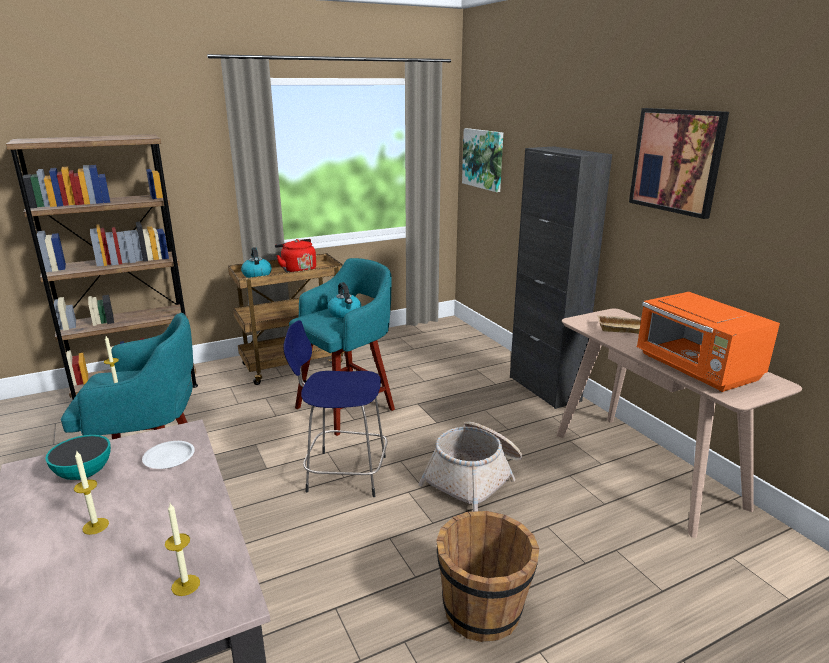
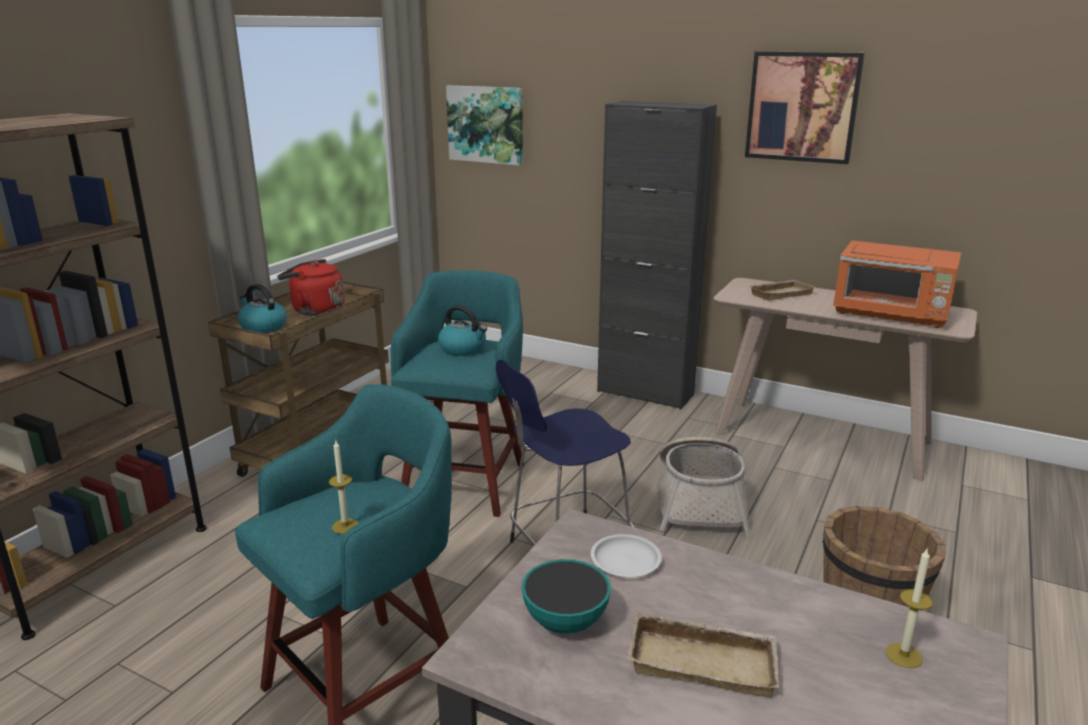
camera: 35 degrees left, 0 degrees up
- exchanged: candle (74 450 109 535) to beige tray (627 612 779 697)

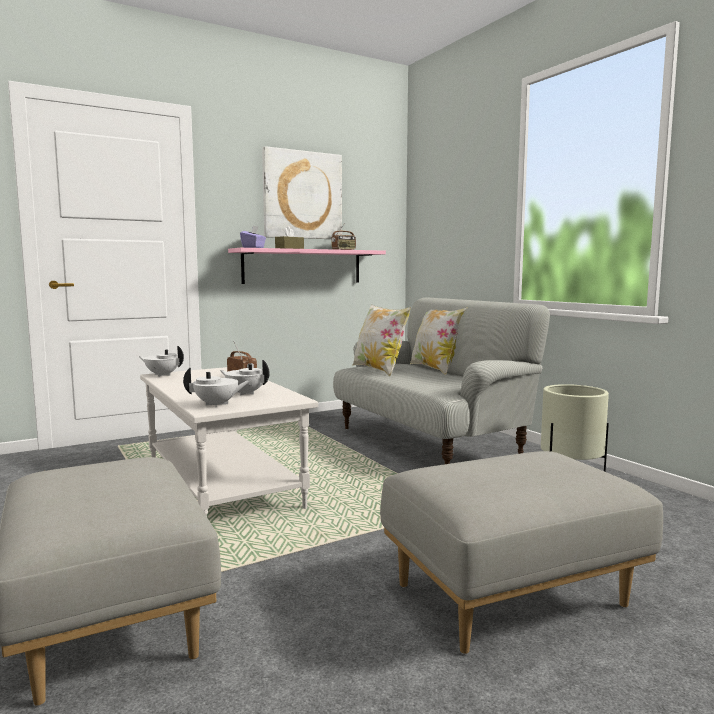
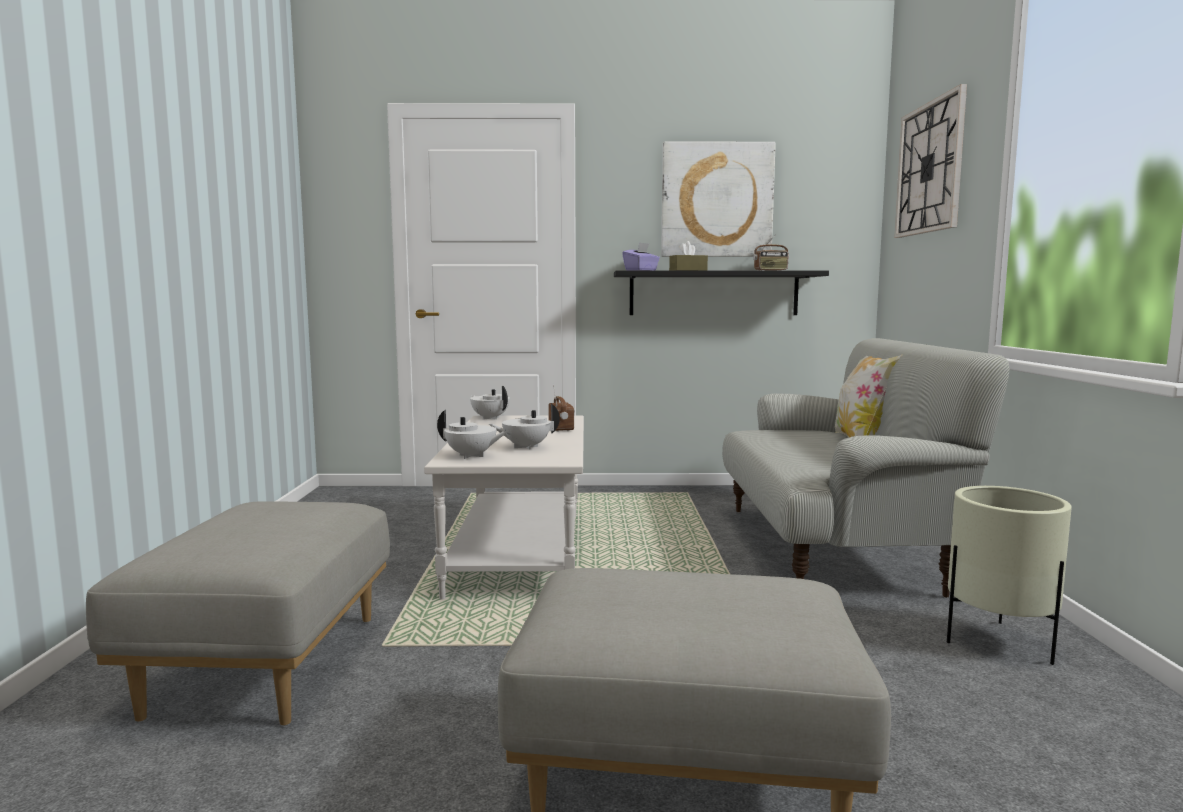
camera: 30 degrees right, 0 degrees up
- spun: white teapot (220 360 269 395) = (489 404 560 450) 75 degrees counterclockwise
- colour: pink shelf (228 248 386 284) to black shelf (614 270 829 315)
- appeared: wall clock (894 84 967 238)
- missing: pillow (352 304 411 376)

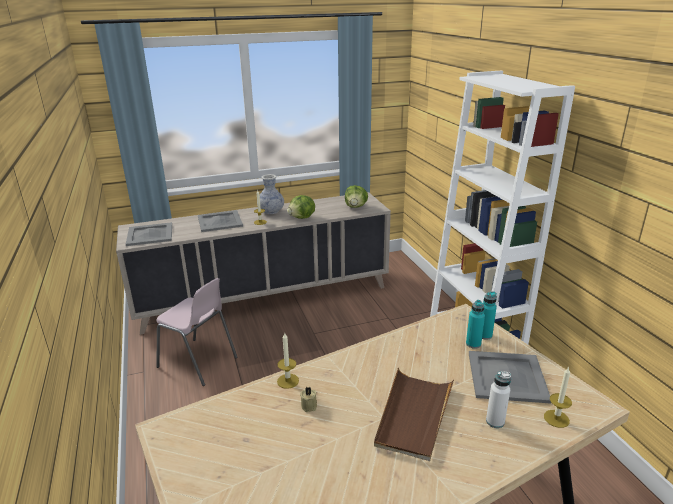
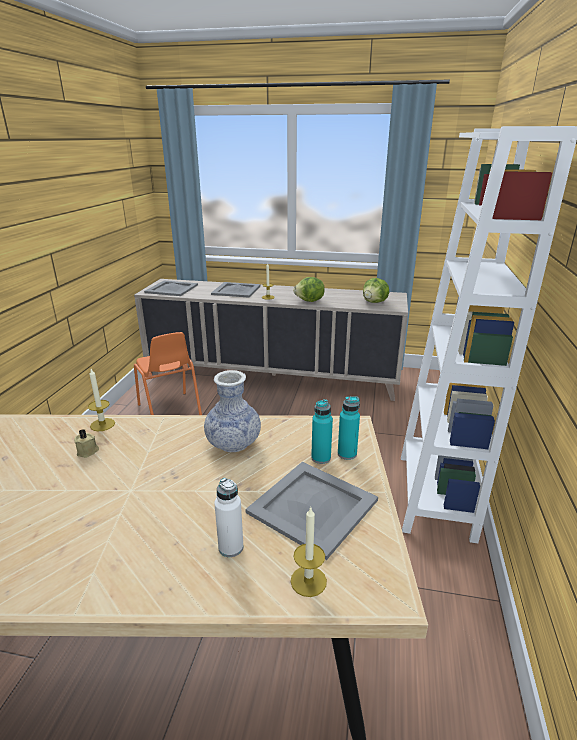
camera: 30 degrees right, 0 degrees up
- colour: pink chair (156 278 238 386) to orange chair (134 332 202 415)
- relocated: vase (257 174 284 214) to (204 370 261 452)
- missing: brown tray (374 368 454 461)

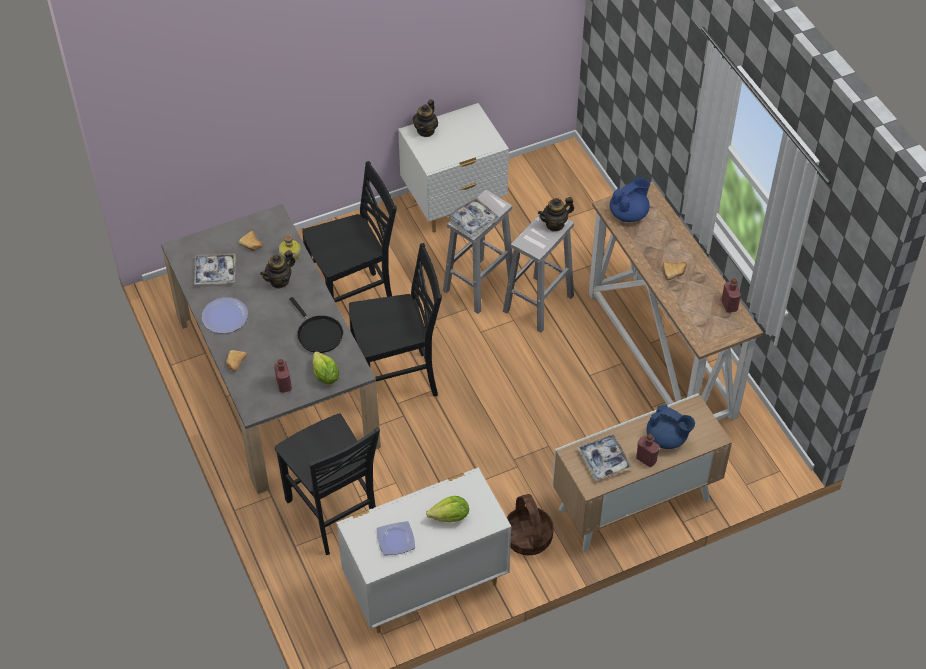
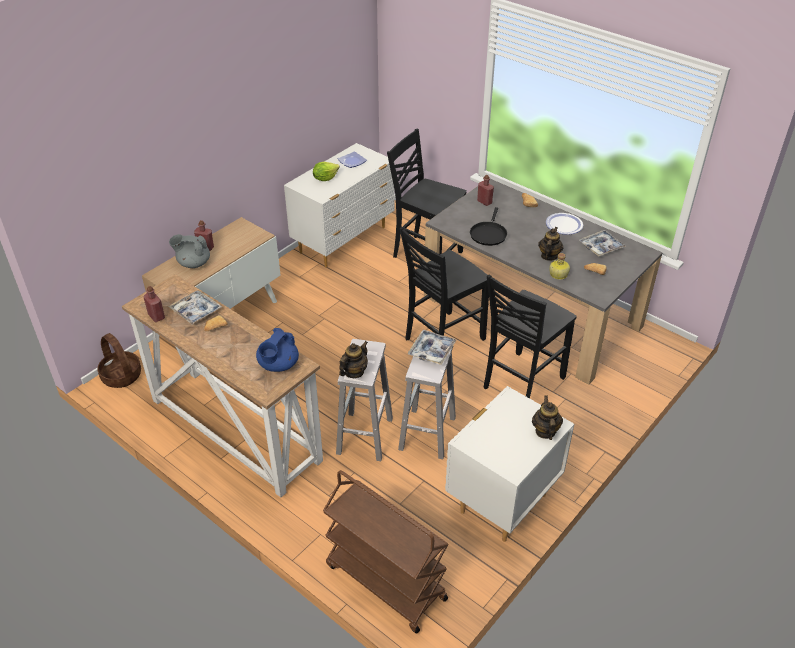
camera: 155 degrees right, 10 degrees down
- relocated: basket (507 494 554 555) to (97 333 141 388)
- relocated: tray (577 434 632 481) to (168 290 222 324)
- colour: blue teapot (647 405 695 449) to grey teapot (169 234 210 268)
- appeared: brown cart (323 470 448 634)
- spun: black frying pan (289 297 343 353) = (470 207 507 246) 105 degrees counterclockwise
- missing: lettuce (313 351 339 385)

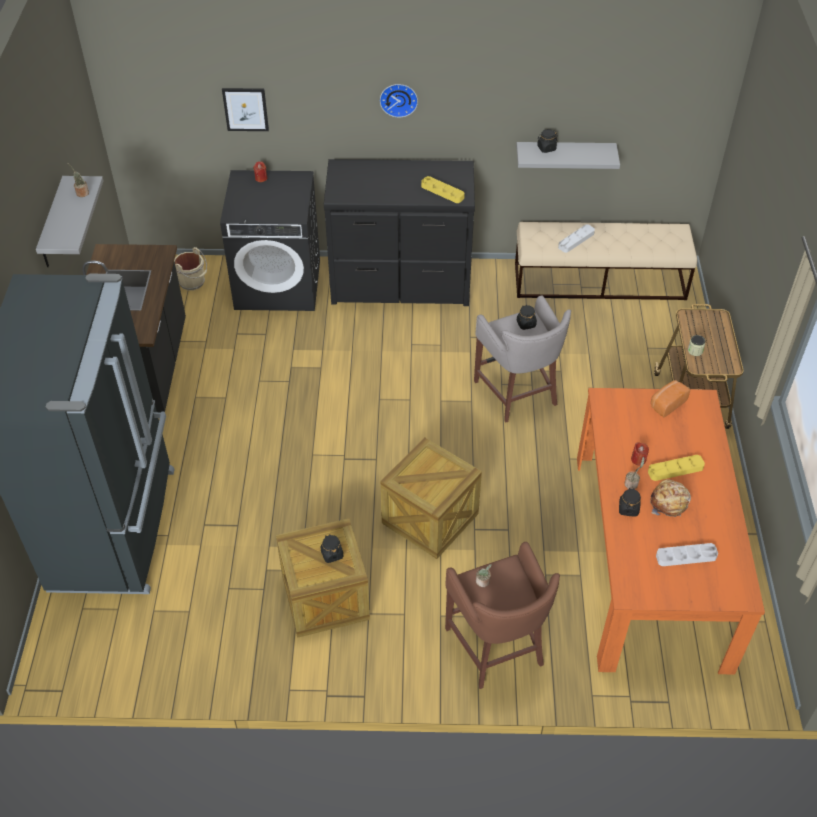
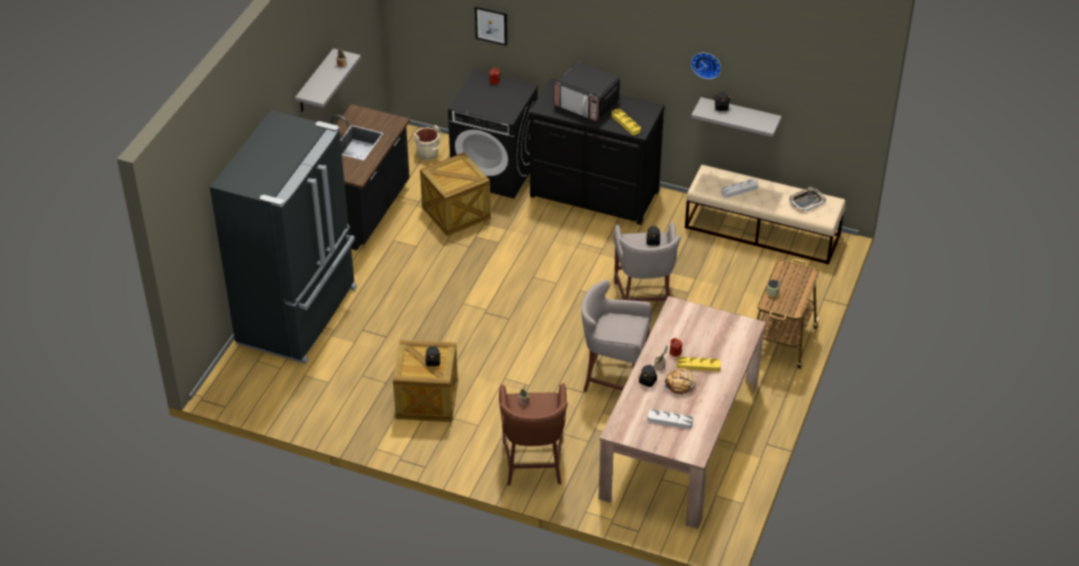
camera: 20 degrees right, 5 degrees down
- relocated: crate (381 438 482 559) to (420 152 491 236)
- appeared: microwave (554 62 620 122)
- appeared: grey stool (581 279 651 392)
- colour: orange dining table (577 388 765 675) to beige dining table (598 296 766 529)
- relocated: wall clock (380 84 418 118) to (691 53 721 79)
- appeared: tray (789 187 826 211)
- missing: bread (651 380 690 417)

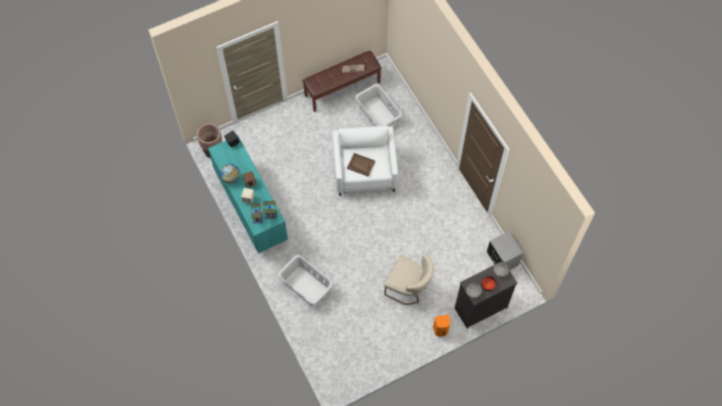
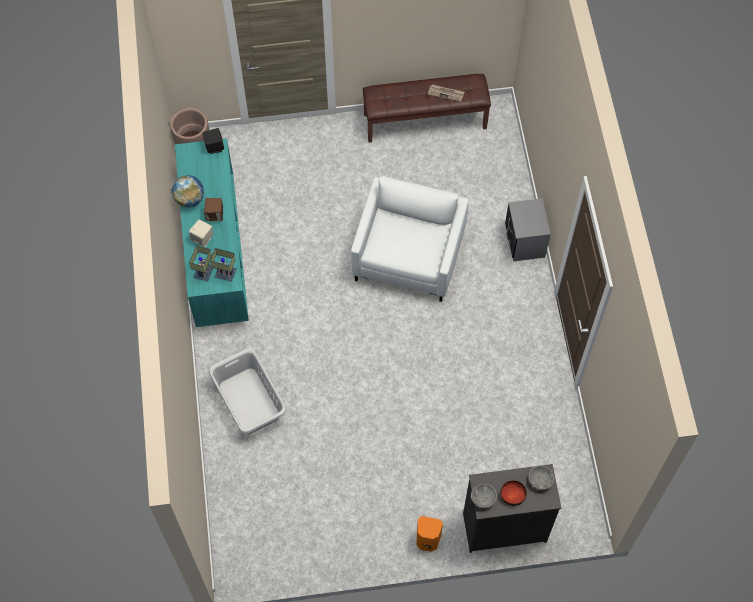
camera: 20 degrees right, 0 degrees up
- relocated: grey nightstand (487 231 523 270) to (505 198 551 261)
- missing: brown tray (347 153 375 176)
- missing: grey laundry basket (355 84 402 127)
- missing: beige chair (384 254 434 305)

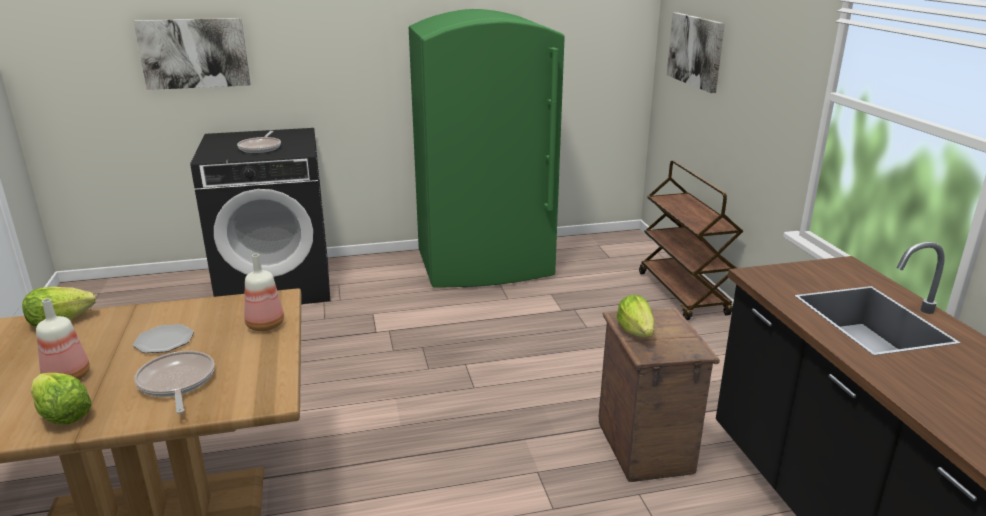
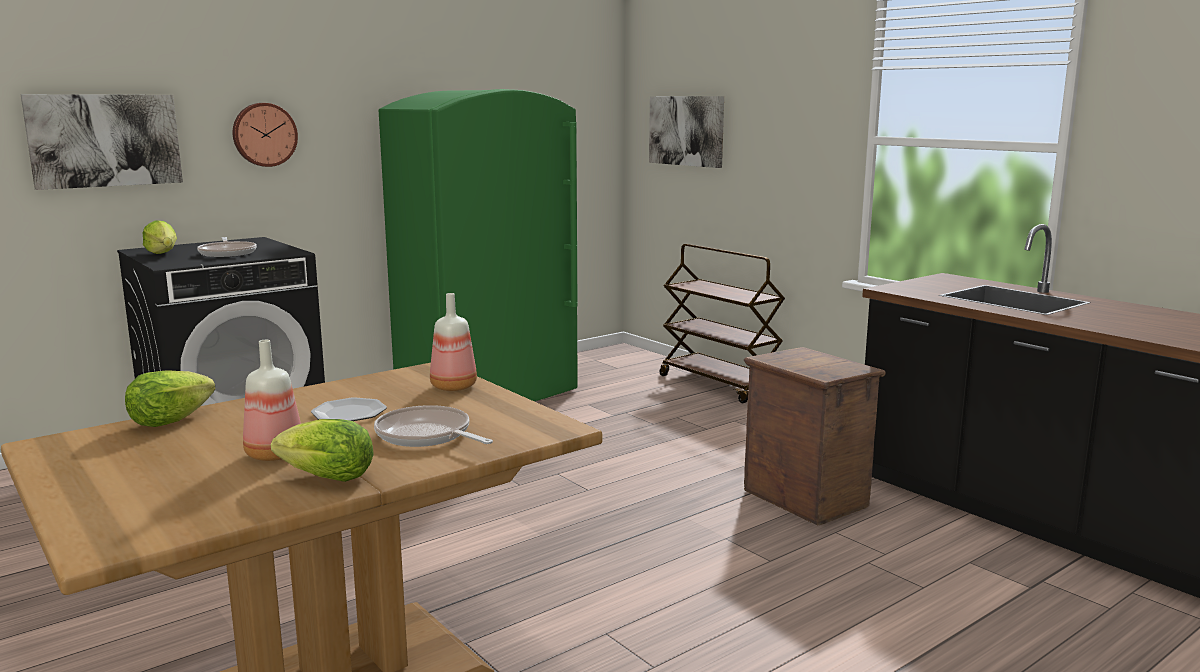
camera: 25 degrees left, 10 degrees down
- relocated: lettuce (616 295 655 337) to (143 220 177 254)
- appeared: wall clock (233 103 298 167)

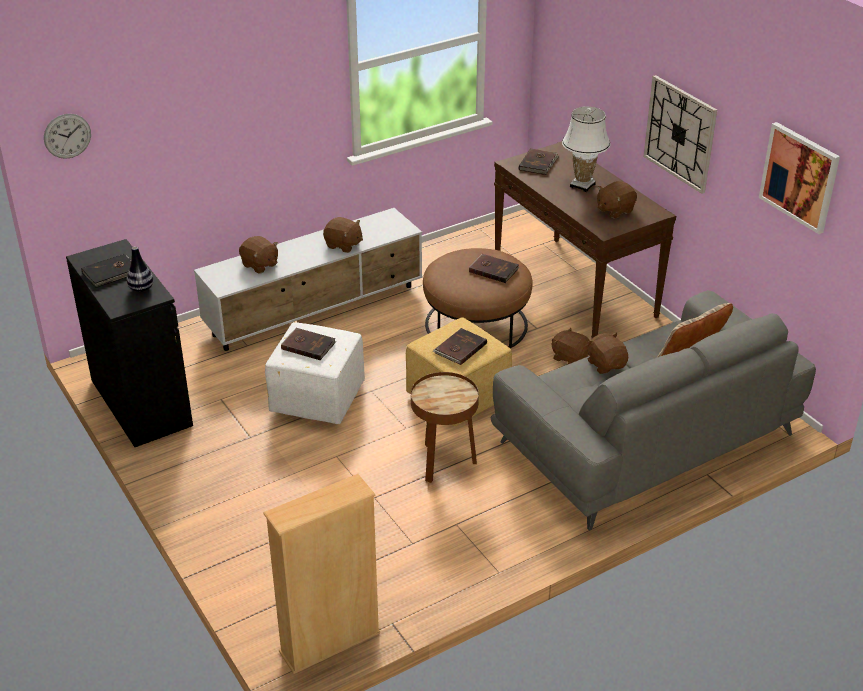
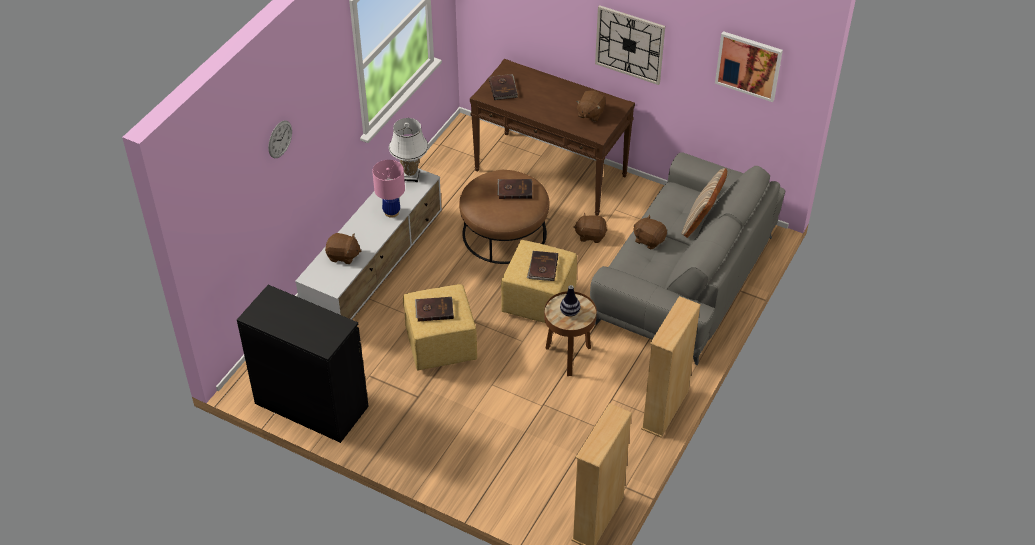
camera: 30 degrees left, 10 degrees up
- relocated: wall clock (44 114 91 159) to (268 121 292 158)
- exchanged: brown plush toy (323 217 363 253) to pink table lamp (372 160 405 218)
- relocated: white table lamp (562 107 610 192) to (389 118 429 182)
- colour: white ottoman (265 322 365 424) to yellow ottoman (403 284 477 370)
- relocated: vase (127 246 154 292) to (560 285 580 317)
- appeared: beige bookcase (641 296 701 438)
- missing: black book (81 254 131 288)

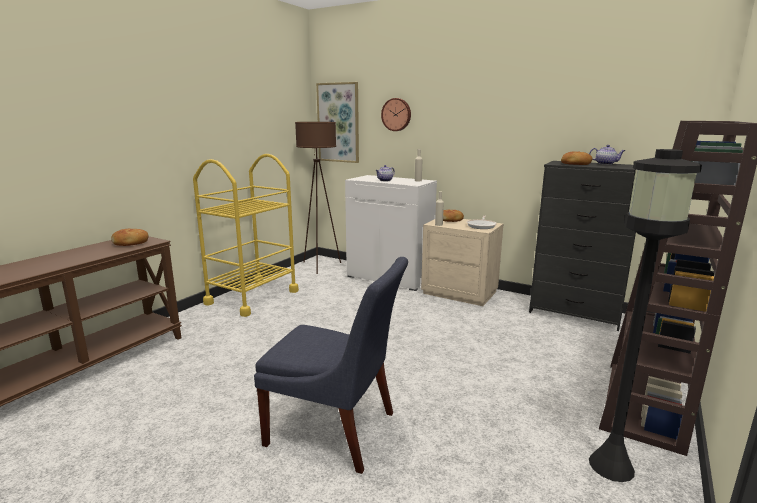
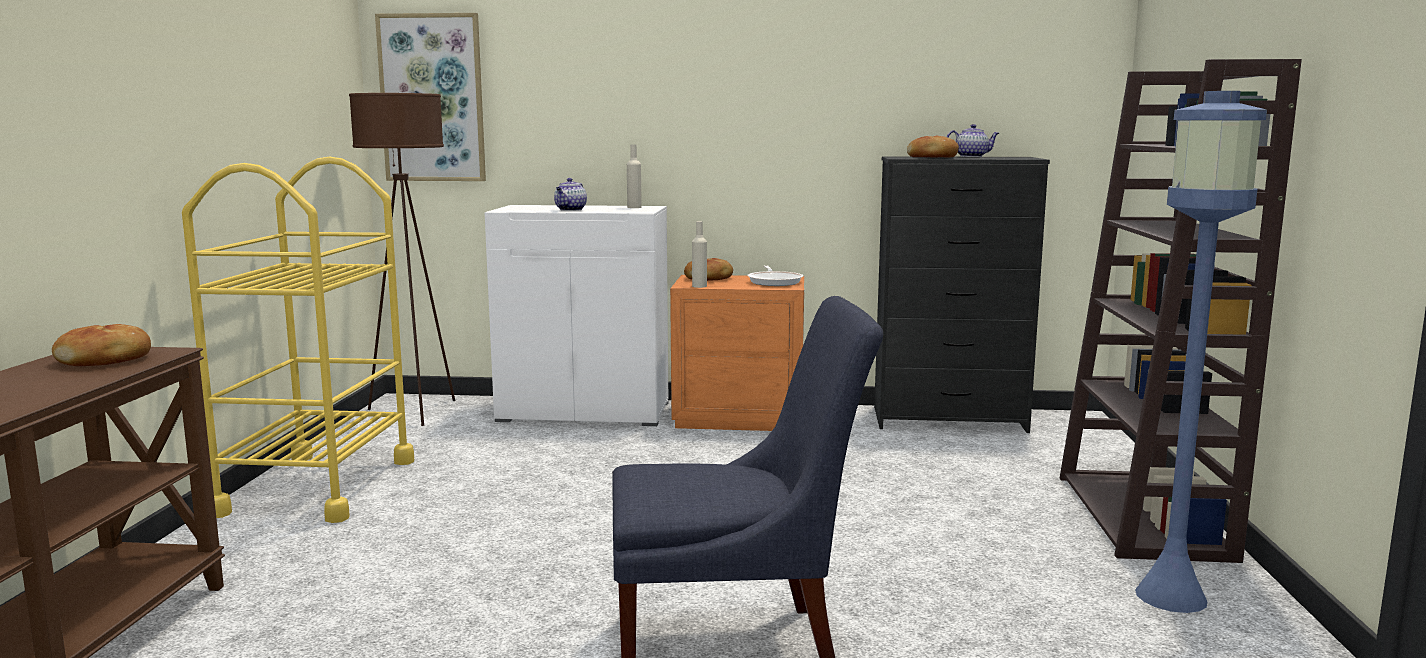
camera: 25 degrees left, 5 degrees down
- colour: beige nightstand (421 219 503 306) to orange nightstand (670 275 804 431)
- colour: black floor lamp (589 149 702 482) to blue floor lamp (1135 91 1267 613)
- missing: wall clock (381 98 411 131)

